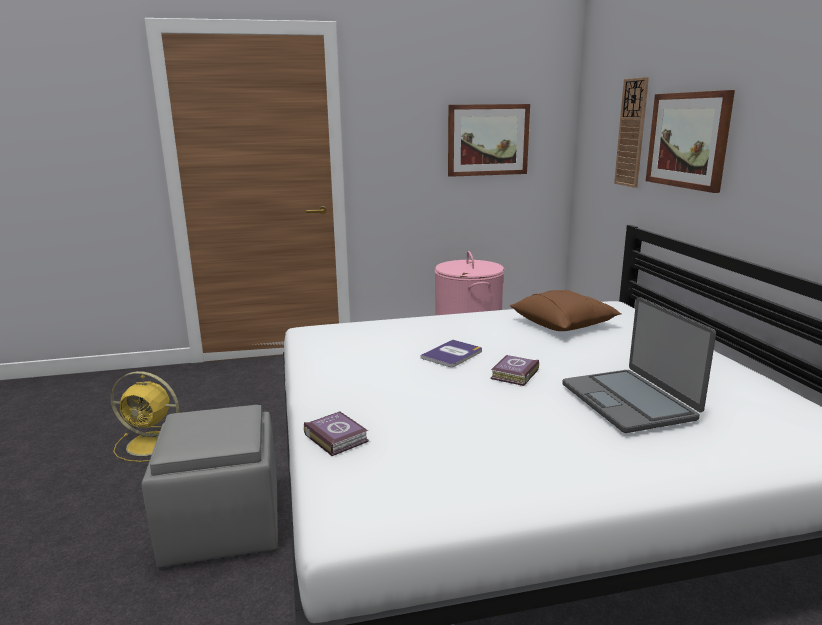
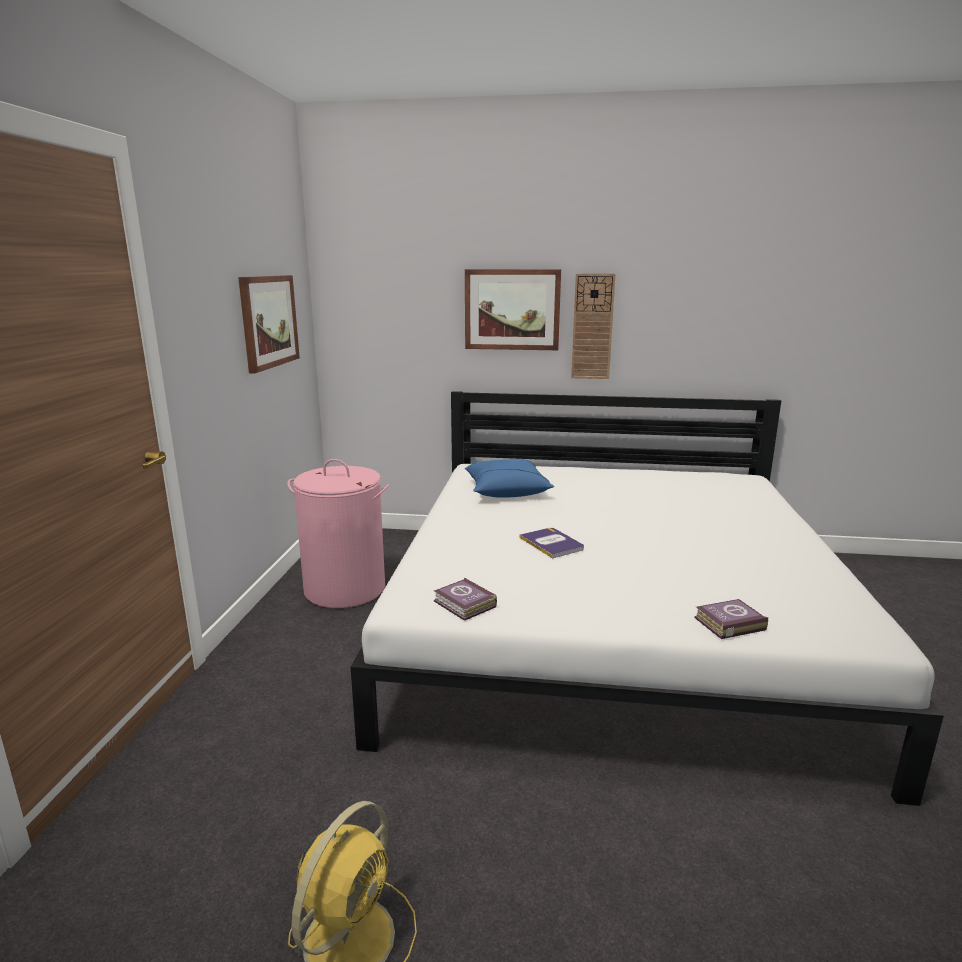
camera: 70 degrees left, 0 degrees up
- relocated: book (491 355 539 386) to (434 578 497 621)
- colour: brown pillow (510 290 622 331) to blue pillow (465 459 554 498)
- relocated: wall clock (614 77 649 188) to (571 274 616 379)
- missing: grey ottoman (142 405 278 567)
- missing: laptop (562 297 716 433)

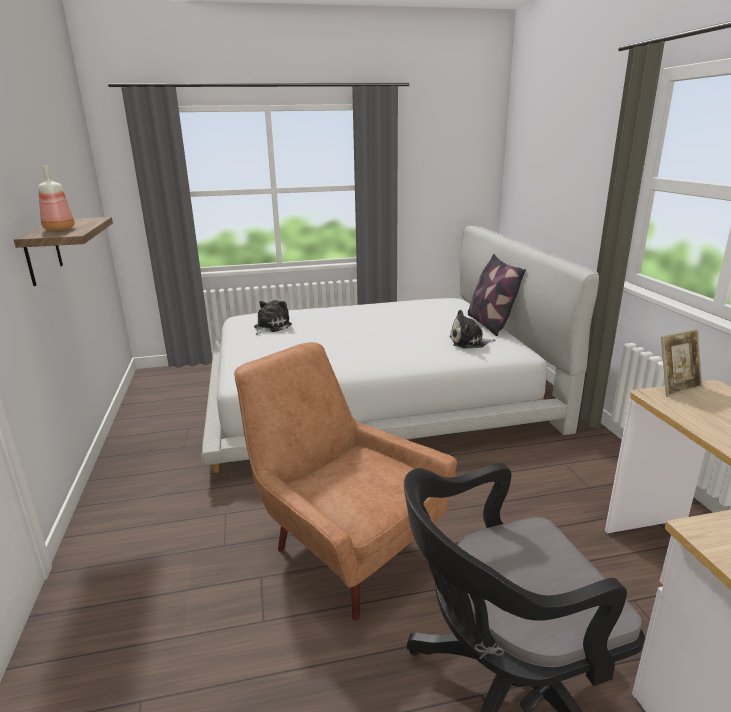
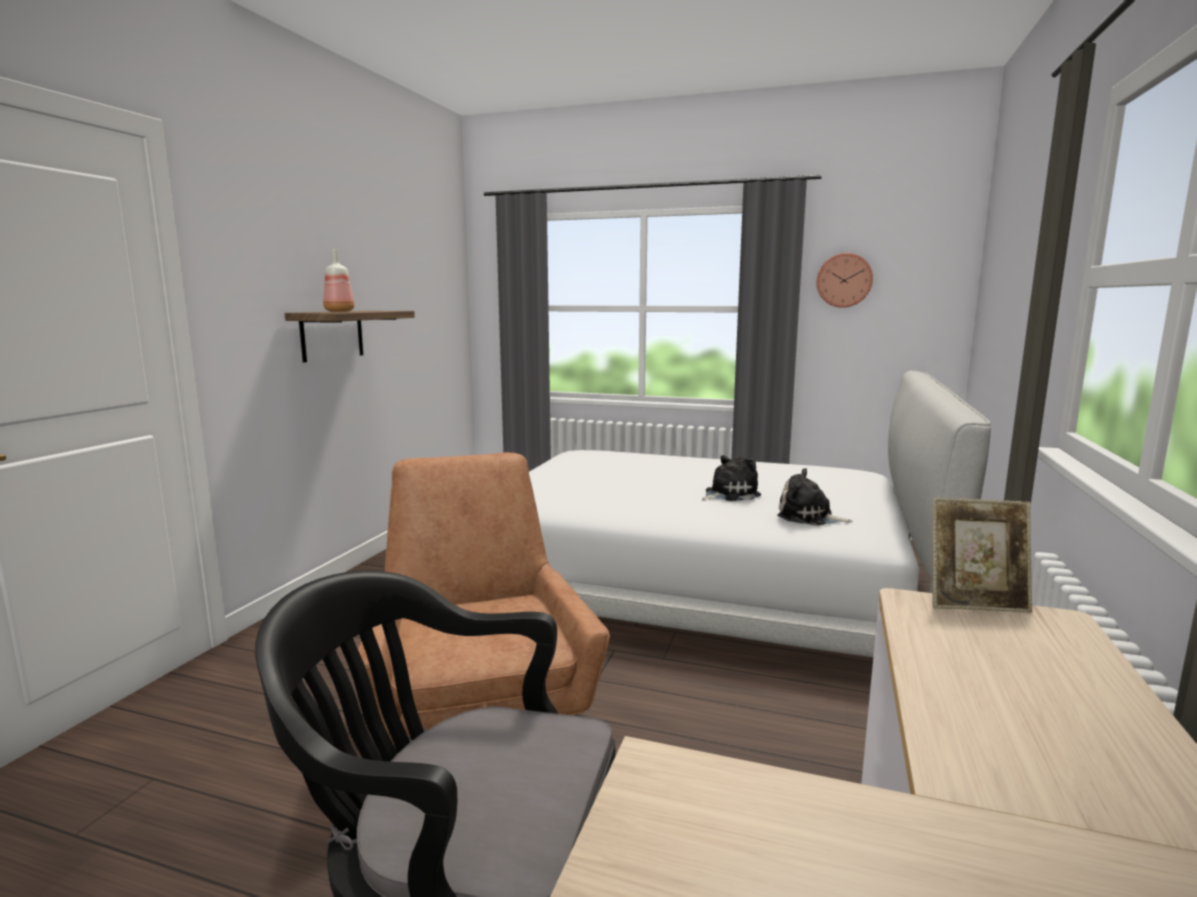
camera: 30 degrees right, 10 degrees down
- relocated: plush toy (254 300 292 335) to (702 455 761 501)
- appeared: wall clock (817 253 873 308)
- missing: pillow (468 254 526 336)

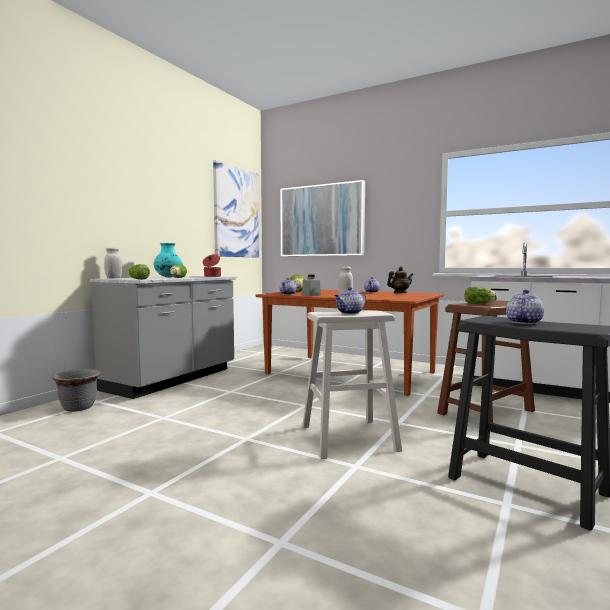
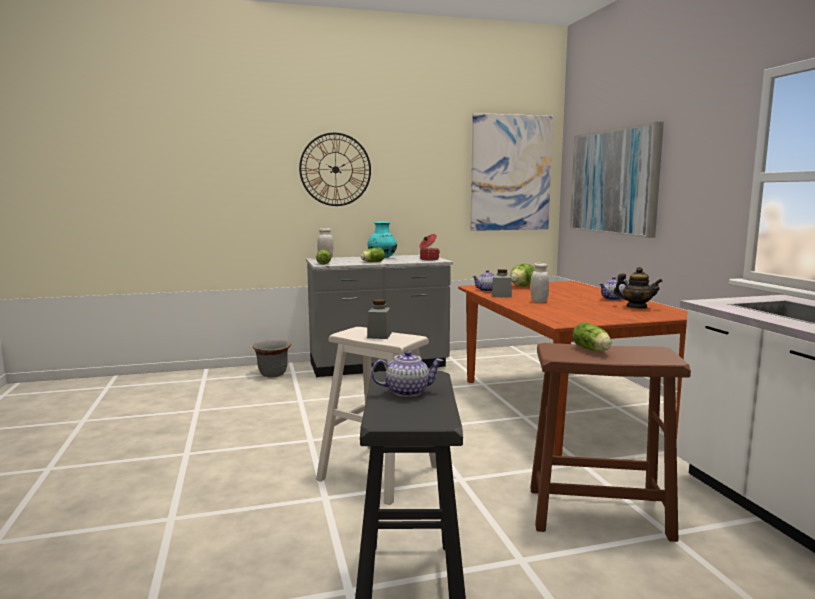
camera: 45 degrees right, 5 degrees up
- appeared: wall clock (299 133 371 206)
- exchanged: teapot (334 287 366 314) to grey jar (367 299 392 339)

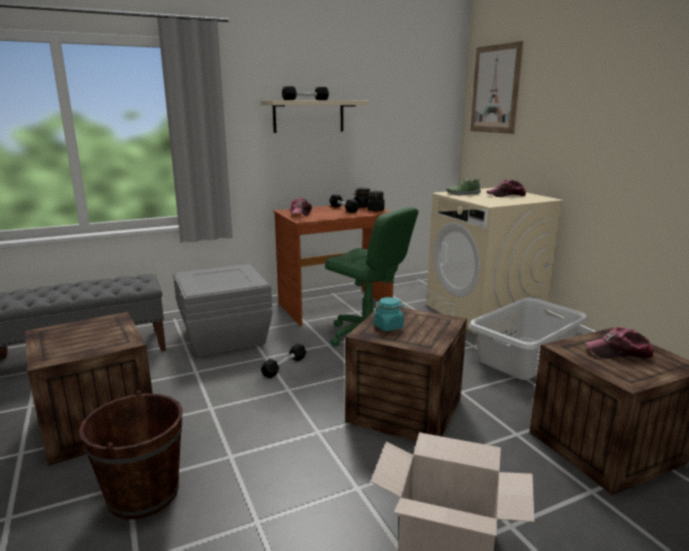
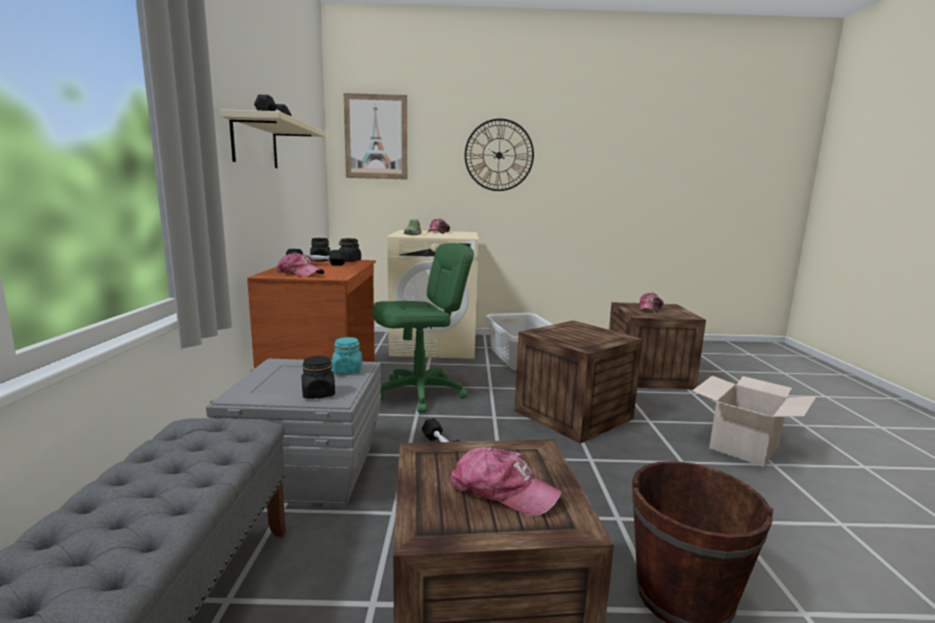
camera: 65 degrees left, 5 degrees down
- appeared: black jar (301 355 335 399)
- relocated: turquoise jar (374 297 404 331) to (332 337 362 374)
- appeared: cap (449 447 562 517)
- appeared: wall clock (465 119 534 191)

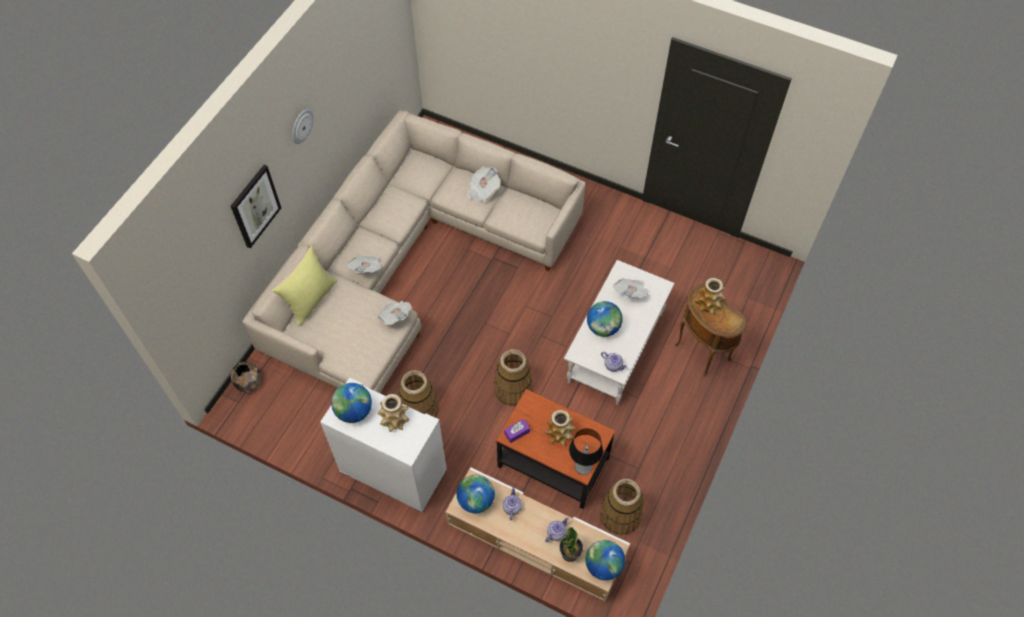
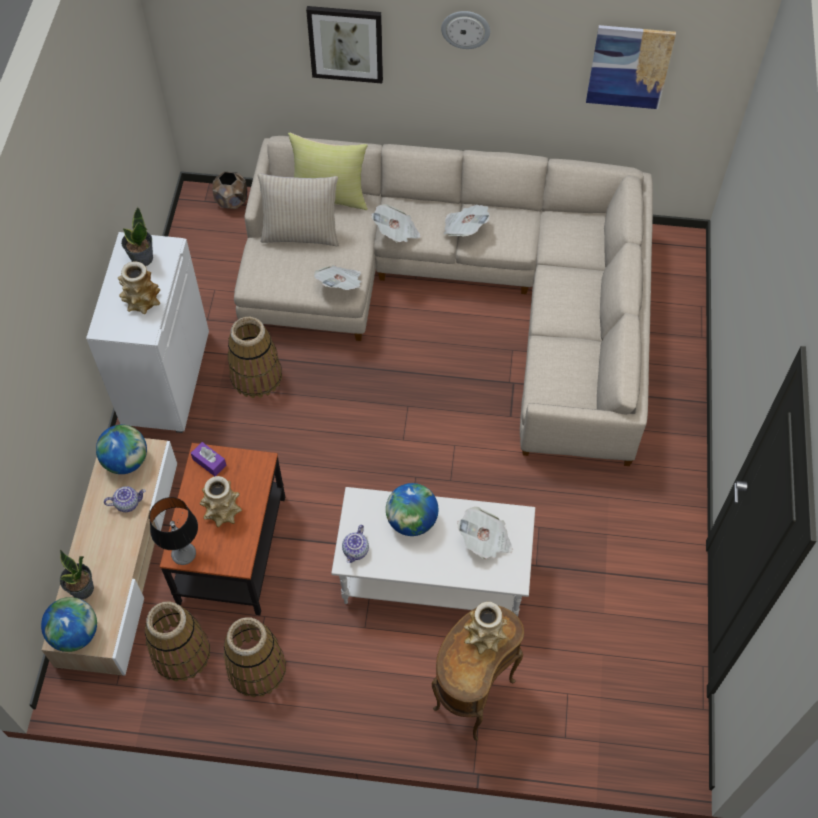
camera: 70 degrees right, 0 degrees up
- exchanged: globe (331 383 372 423) to potted plant (121 207 153 266)
- relocated: basket (493 349 533 407) to (223 617 286 697)
- appeared: beige pillow (257 173 339 246)
- relocated: newspaper (467 167 501 203) to (444 204 490 236)
- appeared: picture (586 25 676 109)
- missing: teapot (545 517 569 542)

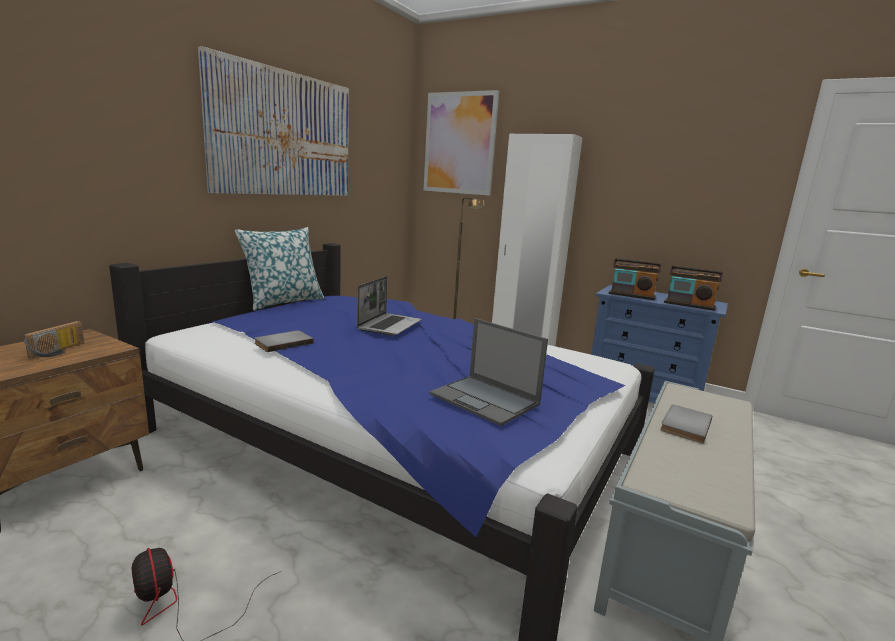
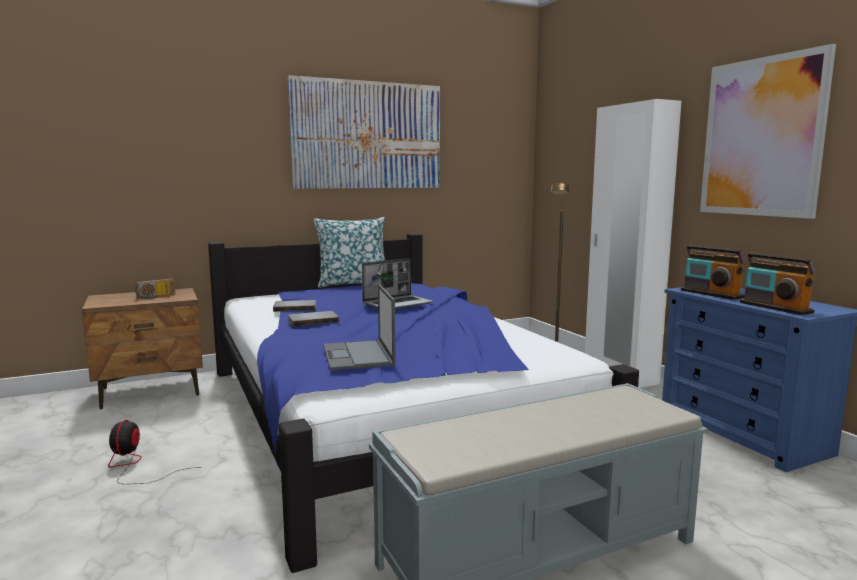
camera: 35 degrees right, 5 degrees down
- relocated: grey book (660 405 712 444) to (288 311 339 327)
- relocated: picture (423 90 499 196) to (700 44 836 219)

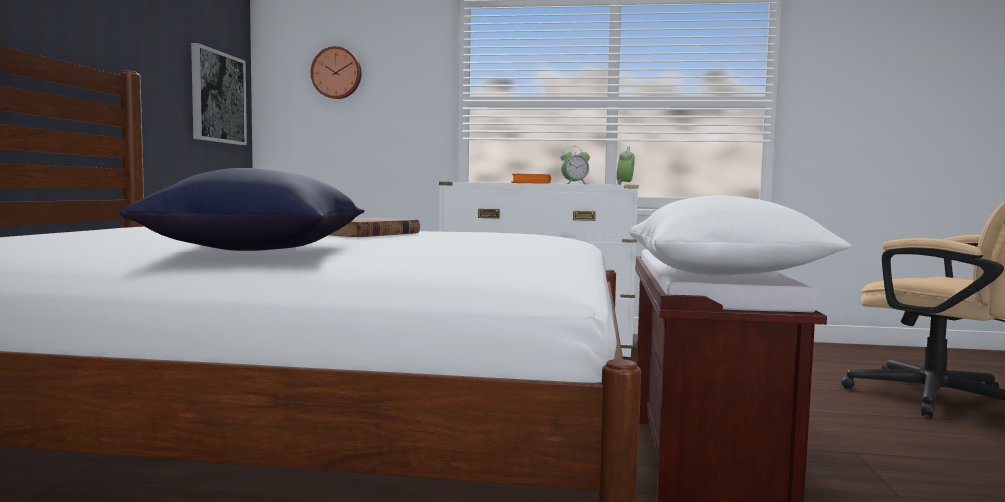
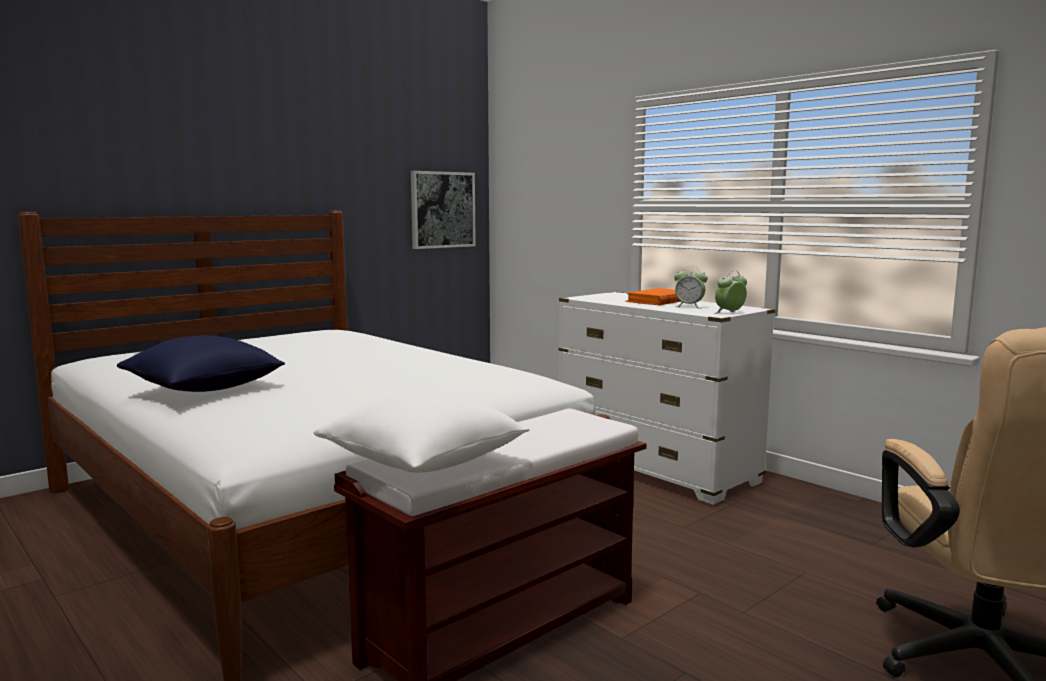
camera: 40 degrees right, 5 degrees up
- missing: wall clock (311 46 362 99)
- missing: brown book (330 218 420 237)

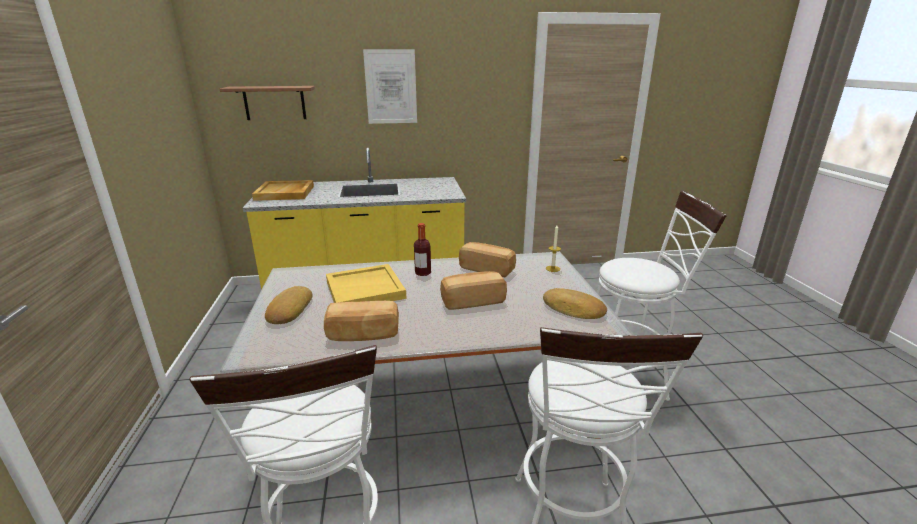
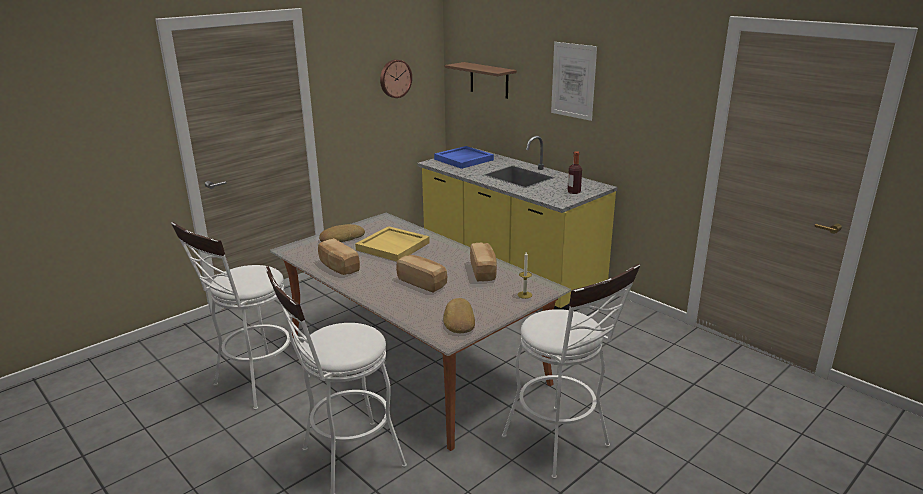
camera: 55 degrees right, 0 degrees up
- appeared: wall clock (380 59 412 98)
- colour: beige tray (252 180 314 201) to blue tray (434 146 494 169)
- relocated: bottle (414 223 431 276) to (568 151 582 194)

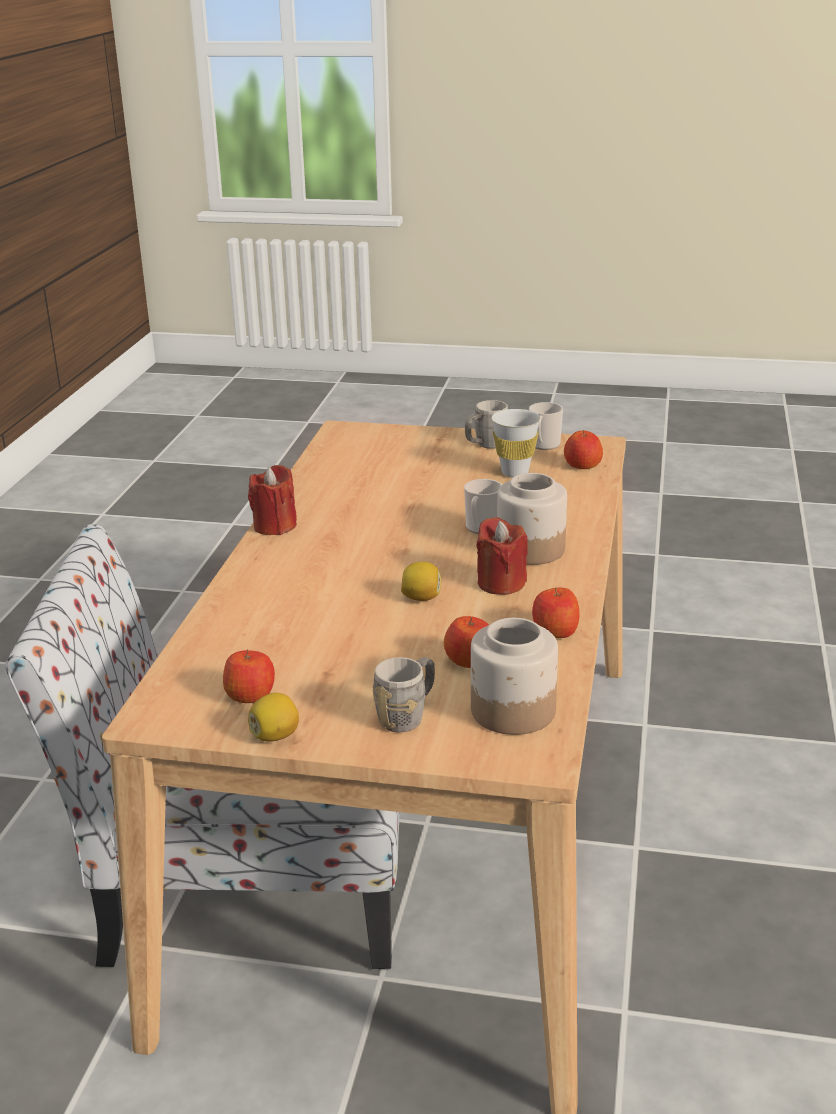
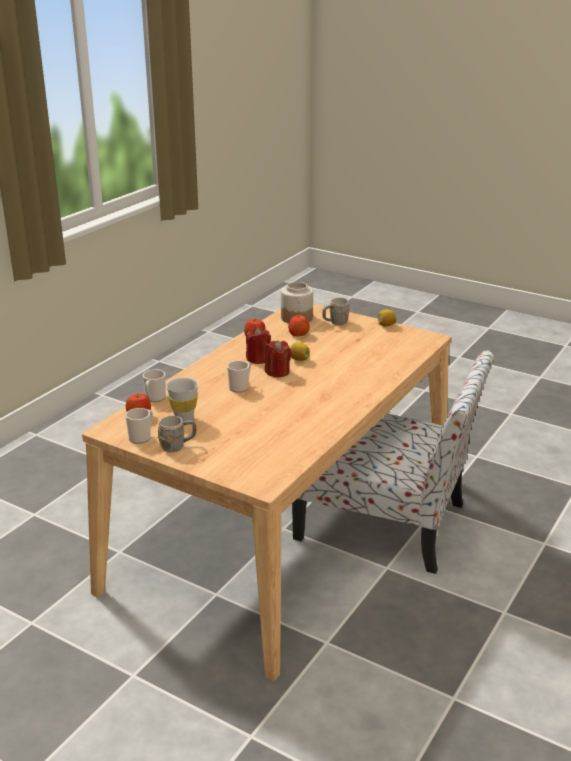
camera: 160 degrees left, 0 degrees up
- appeared: mug (143 369 166 402)
- relocated: red candle (248 465 297 535) to (265 340 291 377)
- missing: apple (223 649 275 703)
- missing: jar (497 473 567 565)

